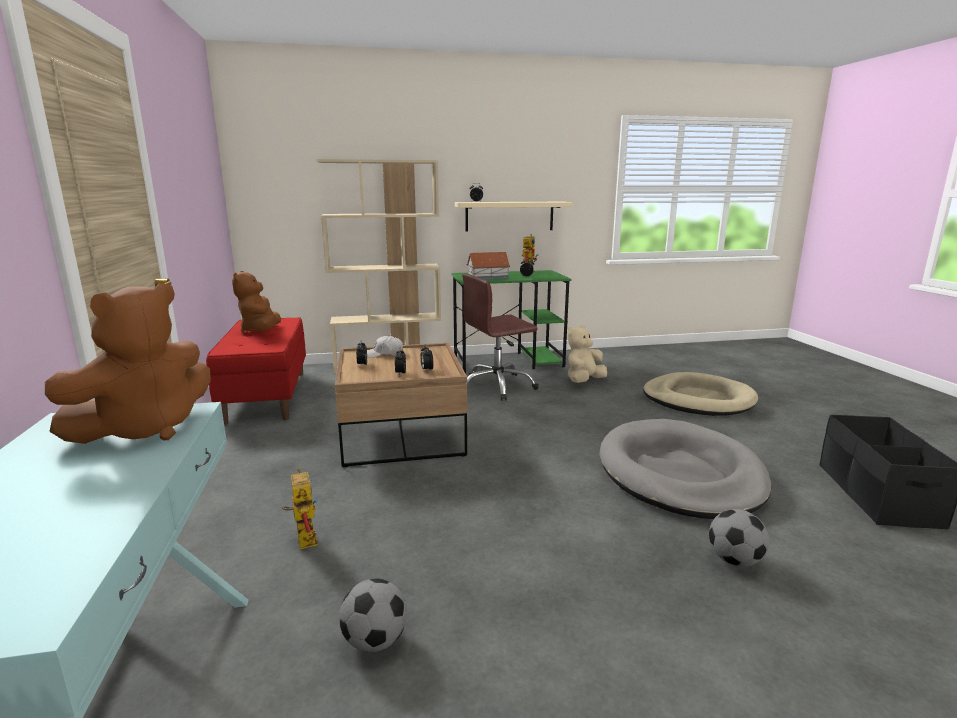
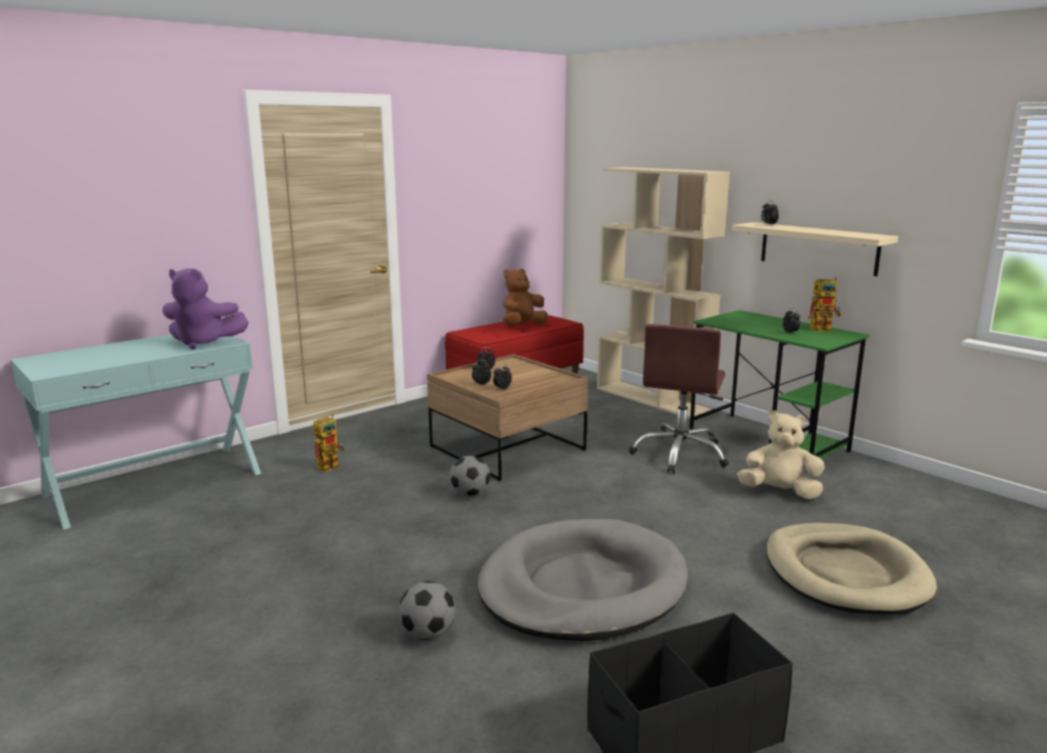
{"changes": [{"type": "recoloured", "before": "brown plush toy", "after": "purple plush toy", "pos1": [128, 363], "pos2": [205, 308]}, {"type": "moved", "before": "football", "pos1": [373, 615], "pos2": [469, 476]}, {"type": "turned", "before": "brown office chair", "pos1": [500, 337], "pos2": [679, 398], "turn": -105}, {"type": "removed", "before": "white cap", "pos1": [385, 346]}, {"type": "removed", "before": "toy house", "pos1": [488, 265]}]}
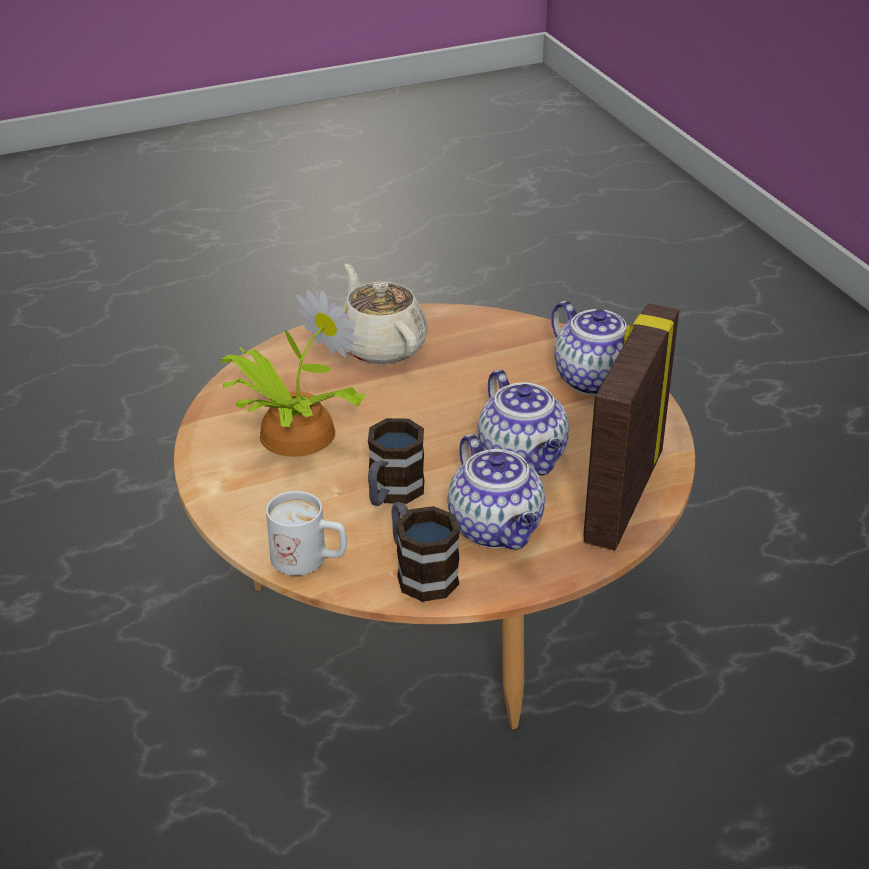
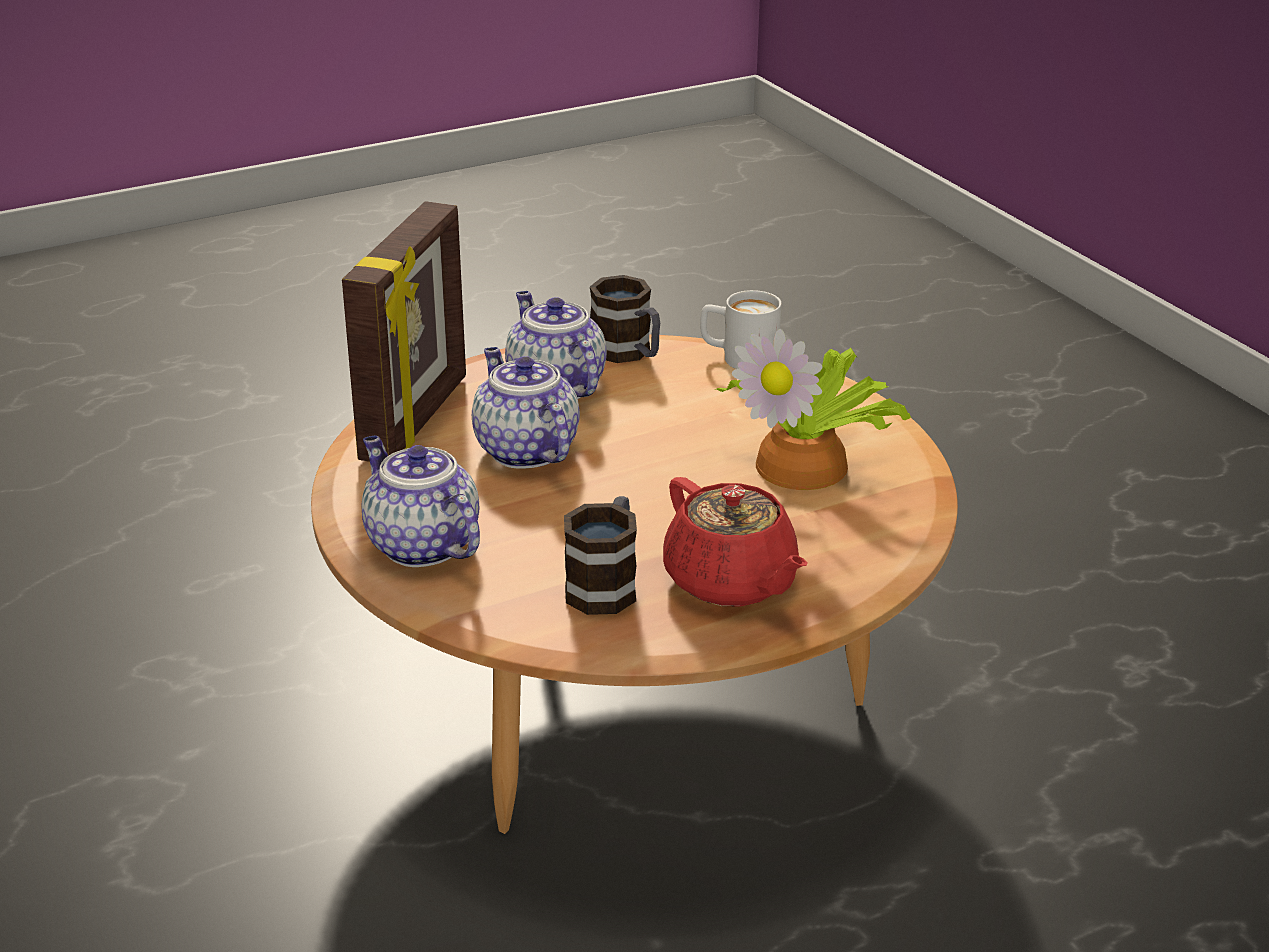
{"changes": [{"type": "moved", "before": "mug", "pos1": [396, 462], "pos2": [600, 555]}, {"type": "recoloured", "before": "beige teapot", "after": "red teapot", "pos1": [385, 314], "pos2": [735, 541]}]}
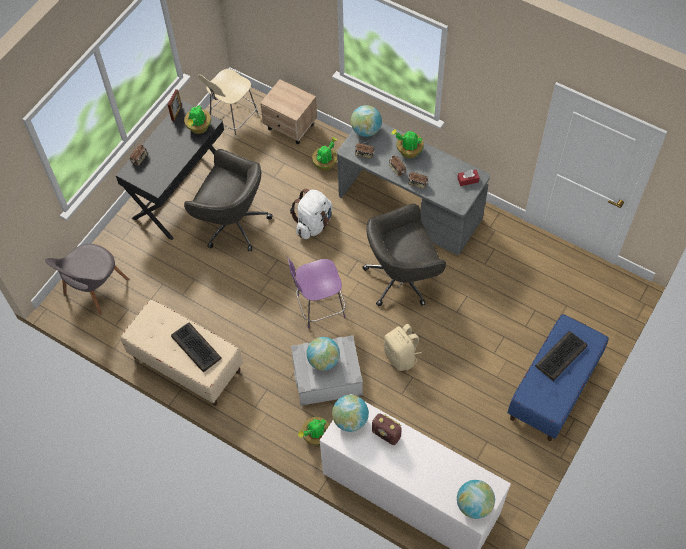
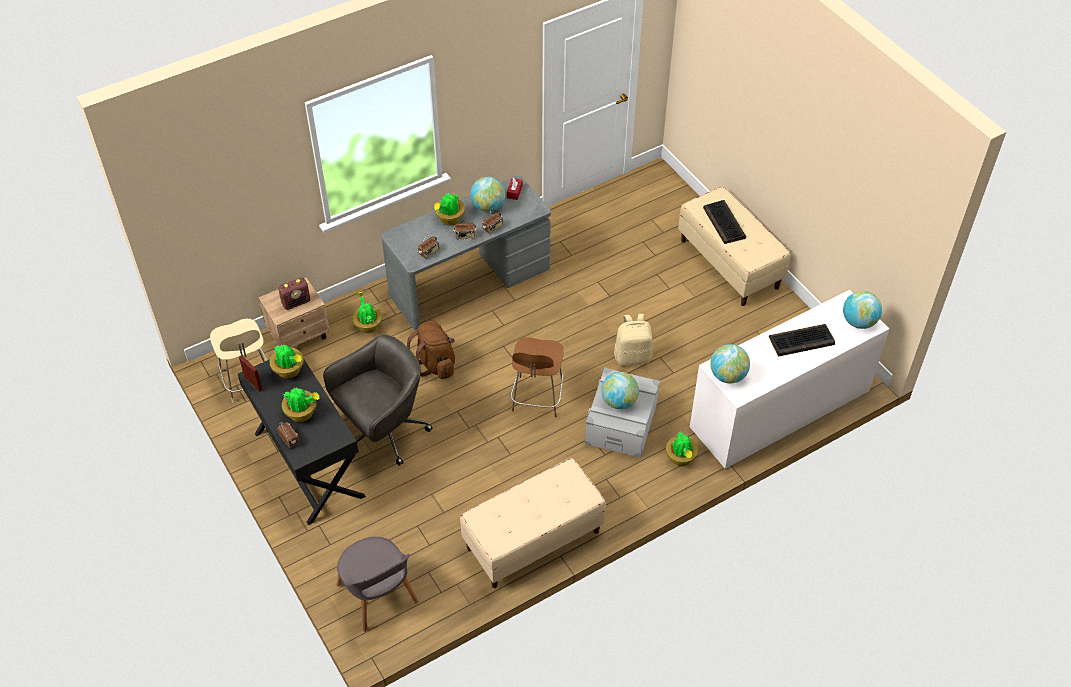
{"changes": [{"type": "moved", "before": "radio", "pos1": [387, 429], "pos2": [294, 294]}, {"type": "added", "after": "potted plant", "pos2": [301, 404]}, {"type": "recoloured", "before": "white backpack", "after": "brown backpack", "pos1": [311, 214], "pos2": [431, 350]}, {"type": "moved", "before": "globe", "pos1": [366, 121], "pos2": [487, 194]}, {"type": "recoloured", "before": "purple chair", "after": "brown chair", "pos1": [316, 293], "pos2": [537, 377]}, {"type": "recoloured", "before": "blue bench", "after": "beige bench", "pos1": [558, 377], "pos2": [734, 246]}, {"type": "moved", "before": "keyboard", "pos1": [196, 347], "pos2": [802, 340]}, {"type": "removed", "before": "grey office chair", "pos1": [404, 255]}]}
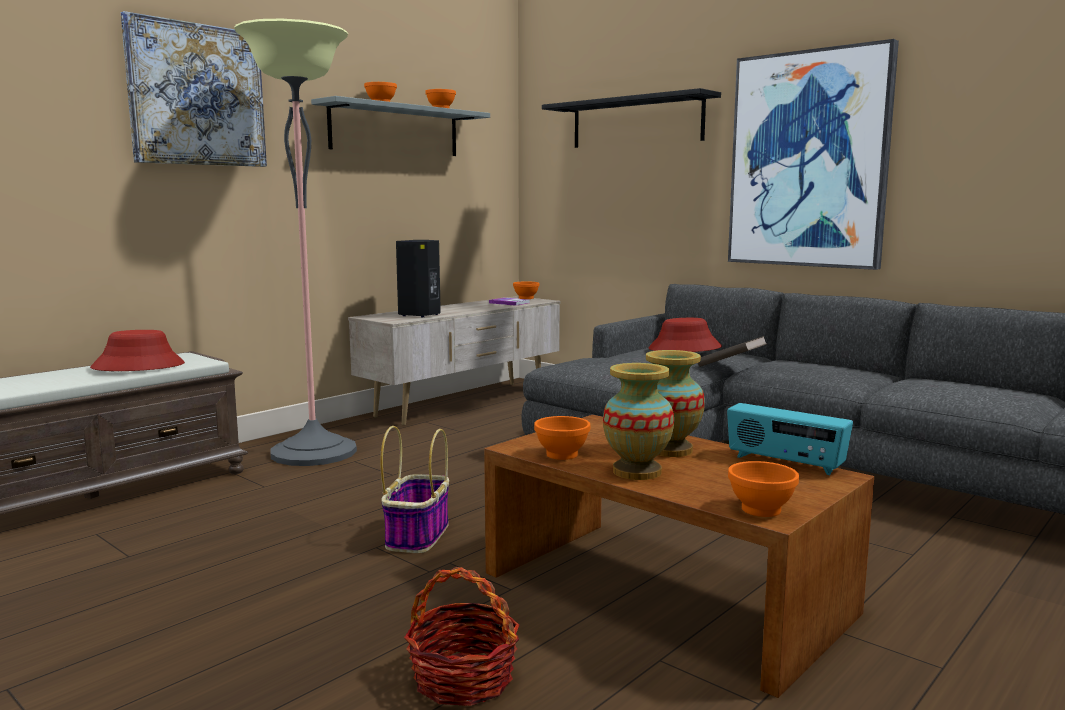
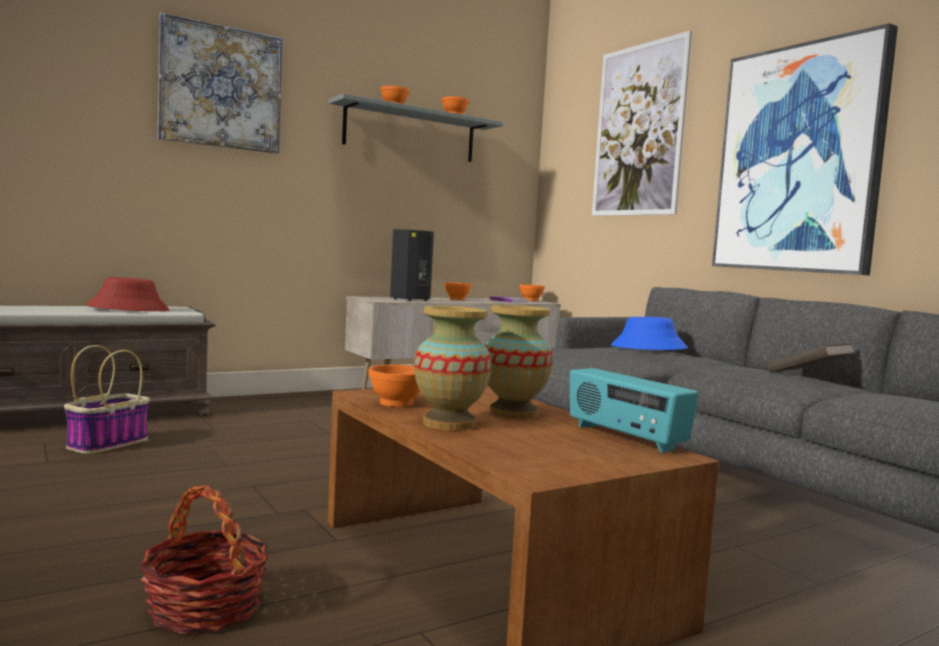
{"changes": [{"type": "moved", "before": "basket", "pos1": [414, 489], "pos2": [107, 399]}, {"type": "moved", "before": "orange bowl", "pos1": [763, 489], "pos2": [458, 291]}, {"type": "replaced", "before": "black shelf", "after": "picture", "pos1": [631, 118], "pos2": [642, 123]}, {"type": "recoloured", "before": "red hat", "after": "blue hat", "pos1": [685, 335], "pos2": [649, 333]}, {"type": "moved", "before": "brown book", "pos1": [732, 351], "pos2": [811, 357]}, {"type": "removed", "before": "floor lamp", "pos1": [295, 242]}]}
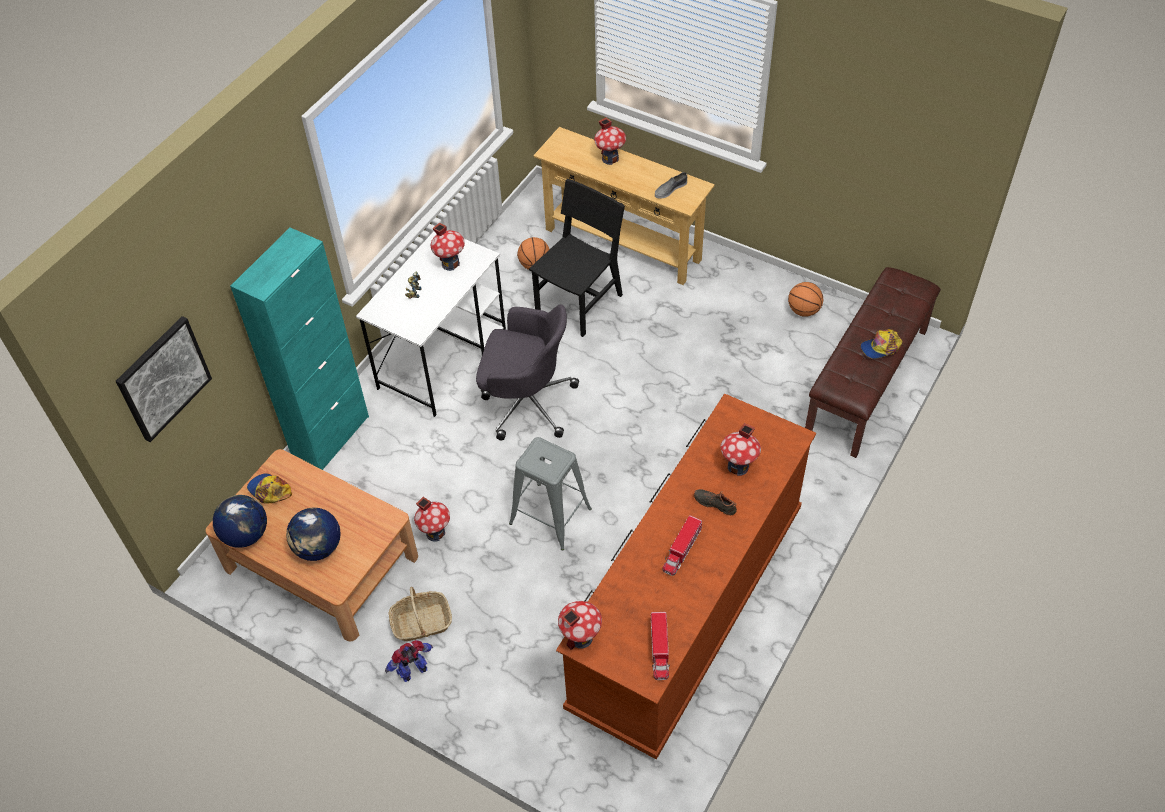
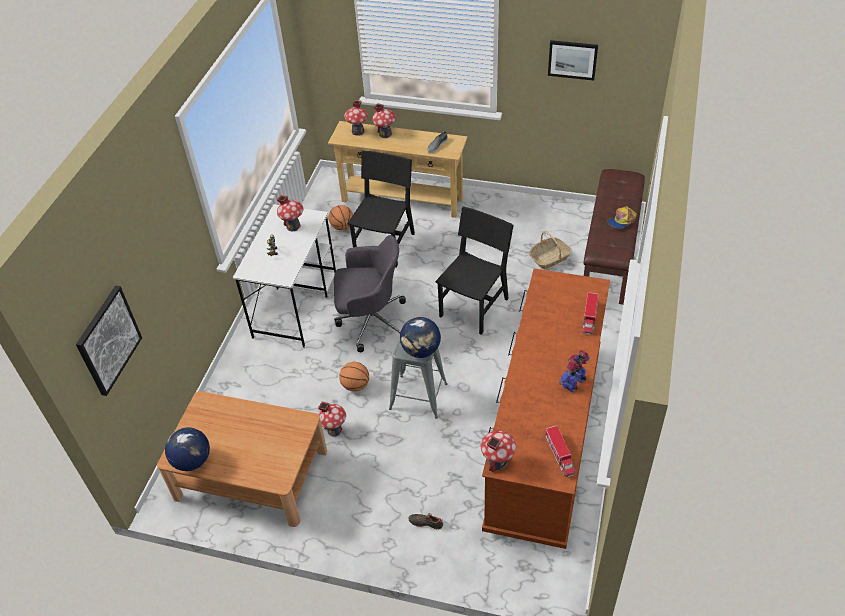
{"changes": [{"type": "moved", "before": "basketball", "pos1": [805, 299], "pos2": [354, 377]}, {"type": "moved", "before": "toy house", "pos1": [741, 449], "pos2": [356, 118]}, {"type": "moved", "before": "globe", "pos1": [313, 534], "pos2": [420, 337]}, {"type": "moved", "before": "black shoe", "pos1": [715, 502], "pos2": [425, 521]}, {"type": "added", "after": "black chair", "pos2": [475, 270]}, {"type": "moved", "before": "basket", "pos1": [420, 614], "pos2": [550, 250]}, {"type": "added", "after": "picture", "pos2": [573, 60]}, {"type": "moved", "before": "toy robot", "pos1": [409, 661], "pos2": [574, 371]}, {"type": "moved", "before": "toy truck", "pos1": [682, 545], "pos2": [590, 313]}, {"type": "removed", "before": "turquoise cabinet", "pos1": [299, 349]}, {"type": "removed", "before": "cap", "pos1": [269, 489]}]}
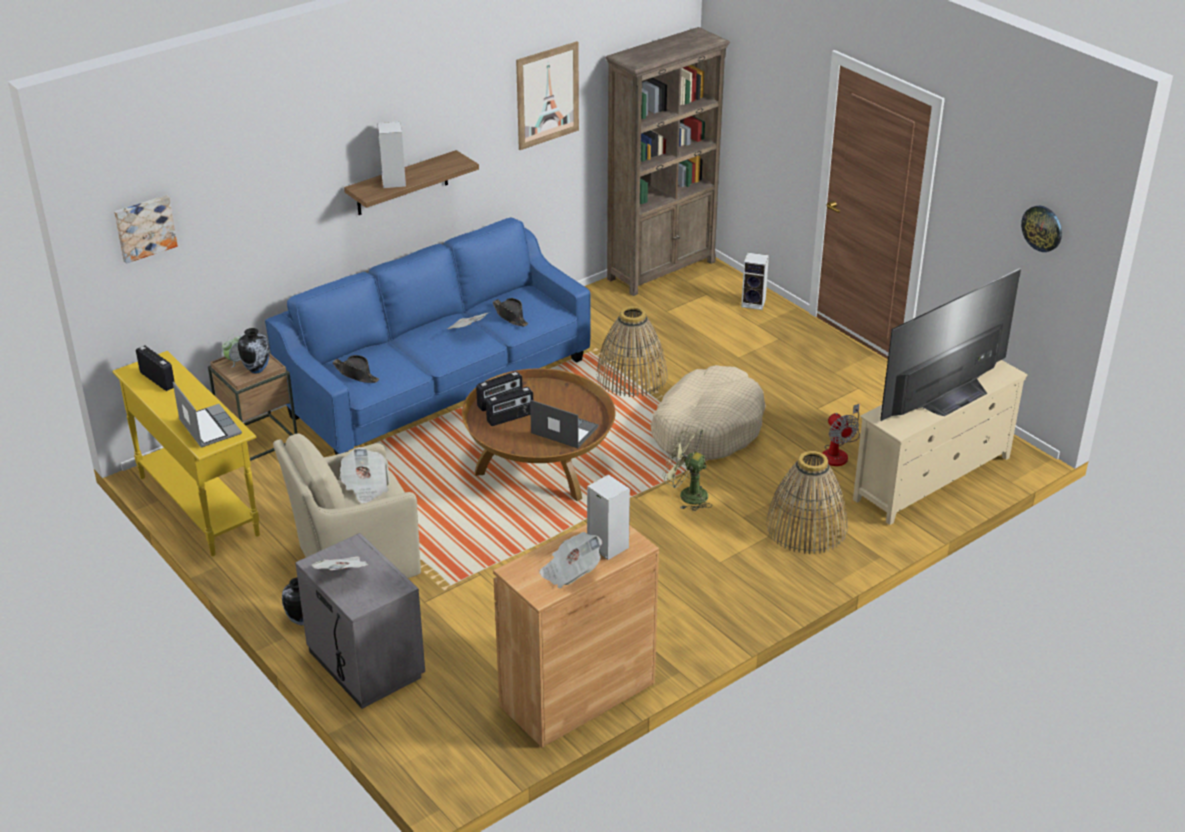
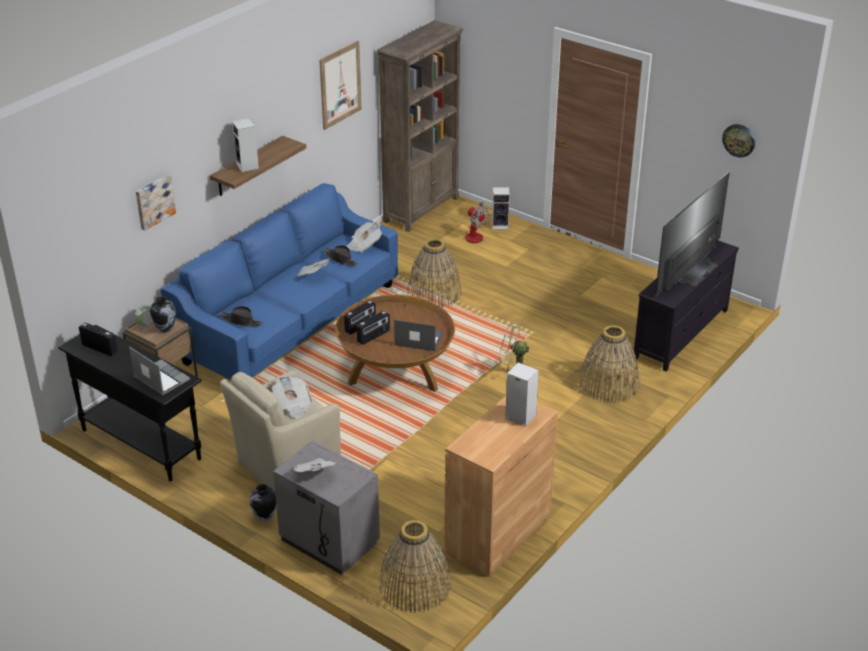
{"changes": [{"type": "recoloured", "before": "yellow console table", "after": "black console table", "pos1": [186, 453], "pos2": [130, 403]}, {"type": "moved", "before": "picture", "pos1": [146, 229], "pos2": [156, 203]}, {"type": "moved", "before": "newspaper", "pos1": [570, 560], "pos2": [364, 237]}, {"type": "added", "after": "basket", "pos2": [415, 566]}, {"type": "moved", "before": "fan", "pos1": [841, 435], "pos2": [476, 222]}, {"type": "recoloured", "before": "beige tv stand", "after": "black tv stand", "pos1": [940, 442], "pos2": [686, 306]}, {"type": "removed", "before": "beige dog bed", "pos1": [708, 412]}]}
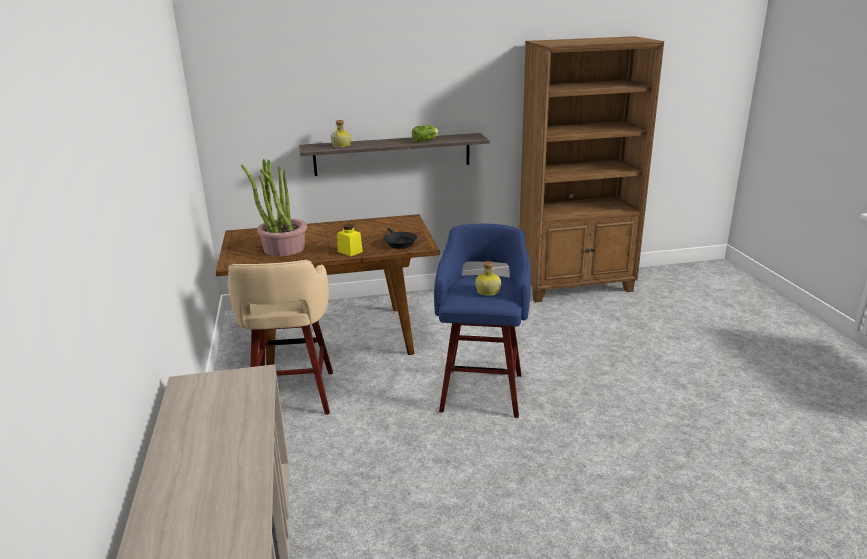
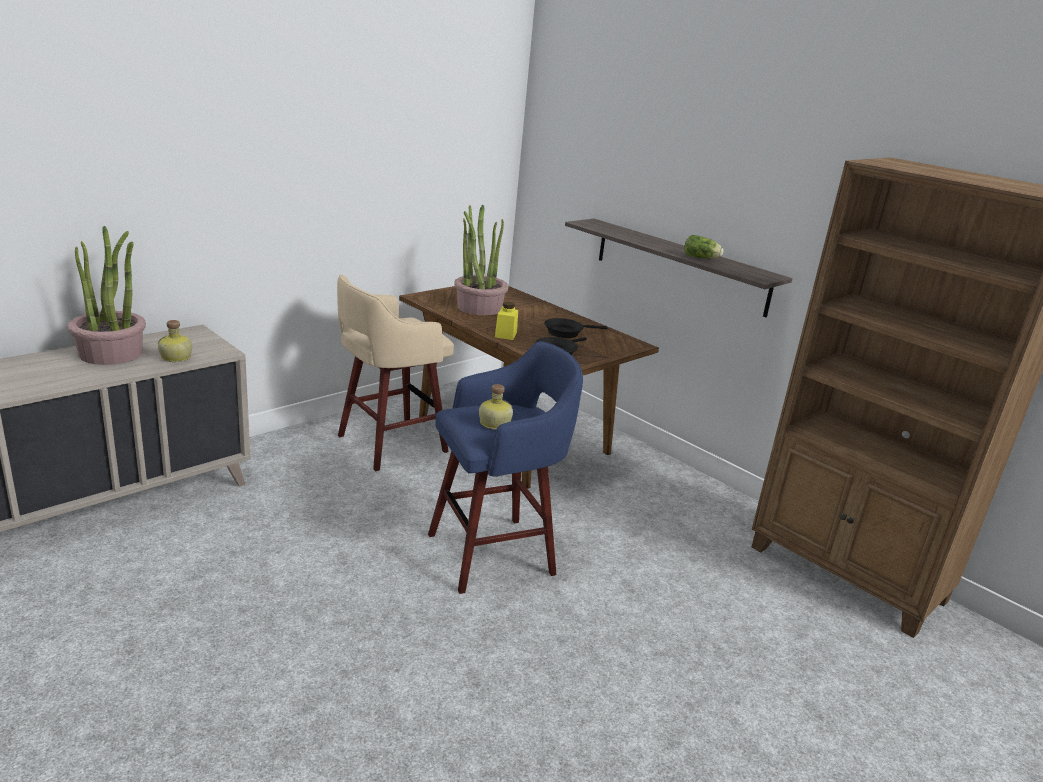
{"changes": [{"type": "added", "after": "potted plant", "pos2": [106, 295]}, {"type": "moved", "before": "bottle", "pos1": [341, 133], "pos2": [174, 341]}, {"type": "added", "after": "black frying pan", "pos2": [575, 328]}]}
